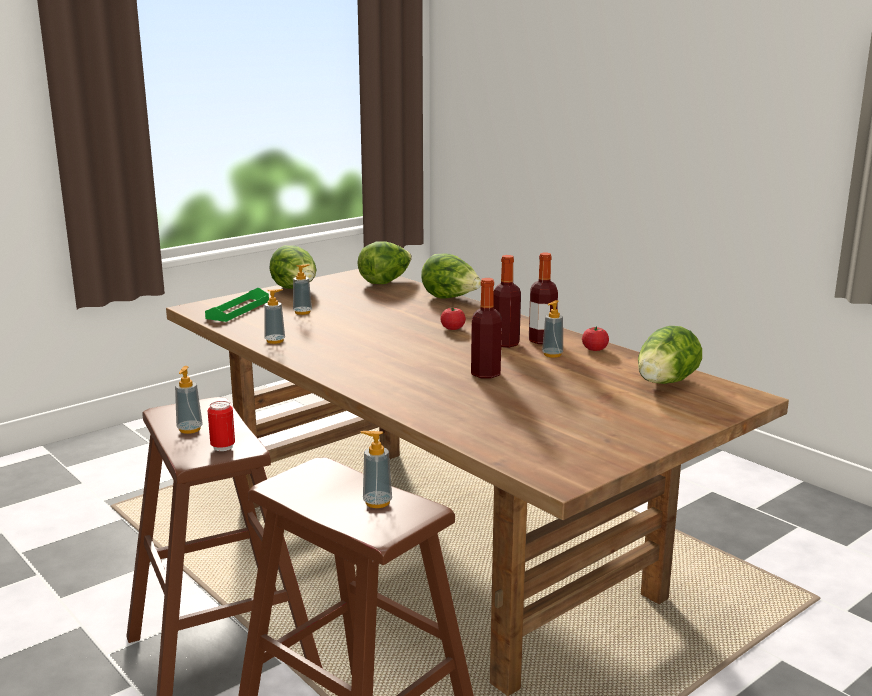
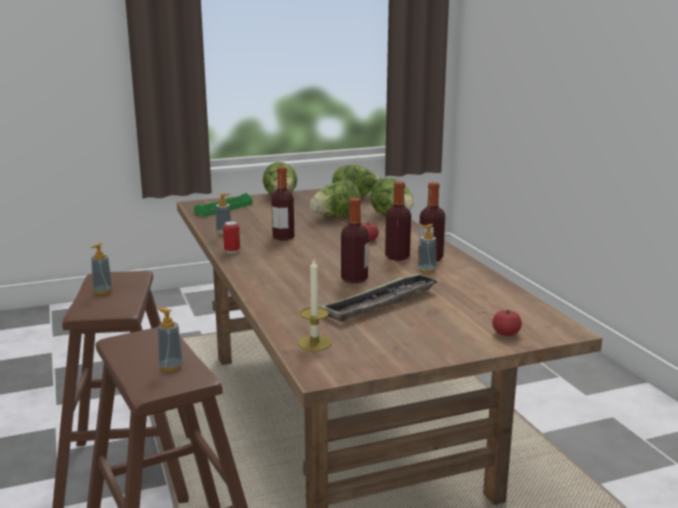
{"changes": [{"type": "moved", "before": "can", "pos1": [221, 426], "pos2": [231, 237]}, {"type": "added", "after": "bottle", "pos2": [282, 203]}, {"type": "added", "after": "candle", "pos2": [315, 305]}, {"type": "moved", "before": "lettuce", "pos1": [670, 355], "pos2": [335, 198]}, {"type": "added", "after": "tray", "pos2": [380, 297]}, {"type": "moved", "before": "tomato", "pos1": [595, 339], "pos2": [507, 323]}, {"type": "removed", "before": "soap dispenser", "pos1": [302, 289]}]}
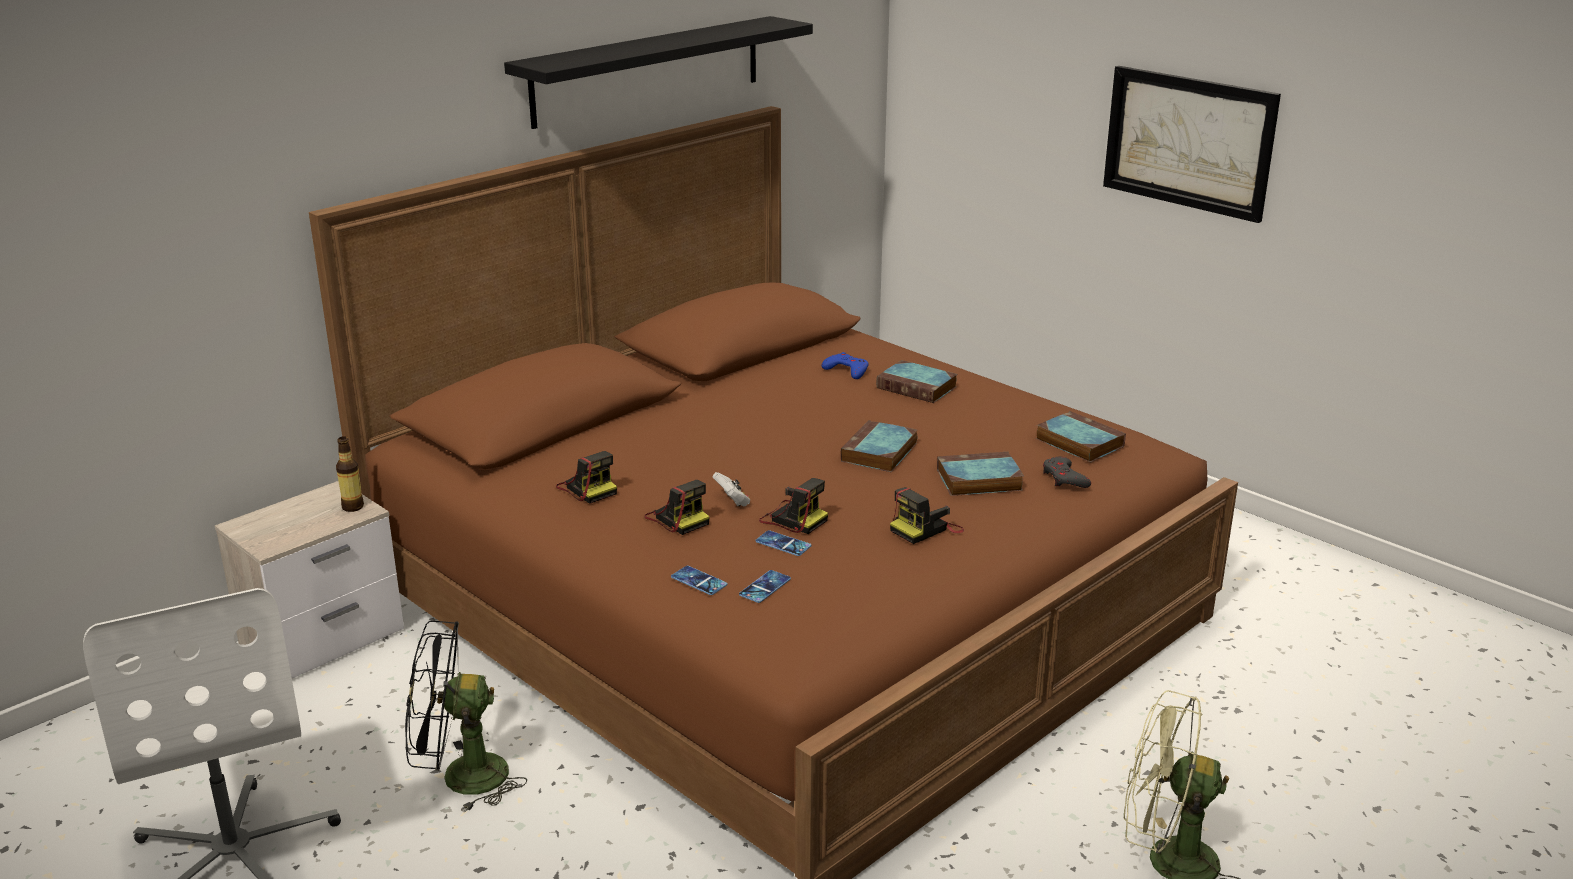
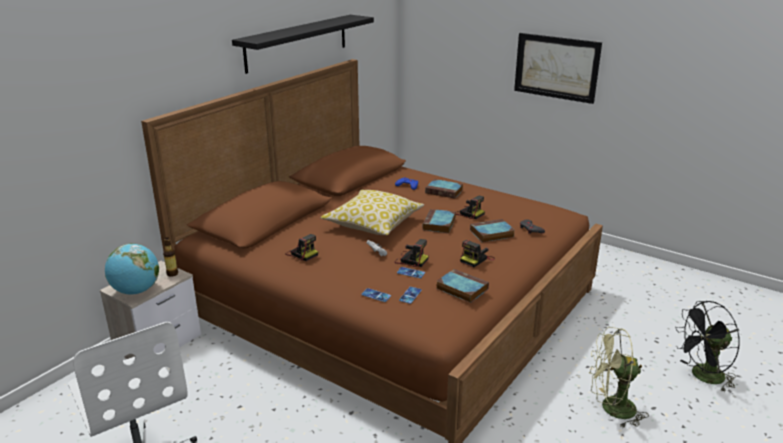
{"changes": [{"type": "added", "after": "globe", "pos2": [132, 269]}, {"type": "added", "after": "pillow", "pos2": [372, 212]}, {"type": "moved", "before": "book", "pos1": [1081, 436], "pos2": [462, 286]}, {"type": "moved", "before": "photo camera", "pos1": [677, 507], "pos2": [470, 207]}, {"type": "moved", "before": "black fan", "pos1": [466, 716], "pos2": [707, 346]}]}
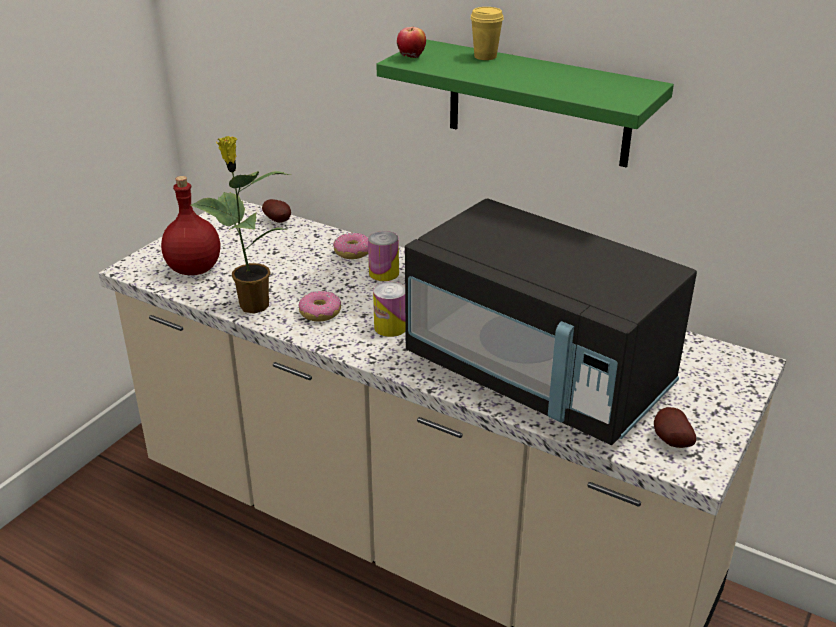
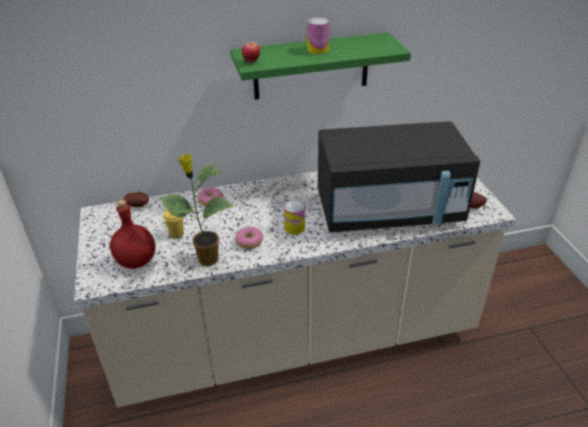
{"changes": [{"type": "moved", "before": "yellow cup", "pos1": [487, 33], "pos2": [173, 224]}, {"type": "moved", "before": "can", "pos1": [383, 256], "pos2": [318, 35]}]}
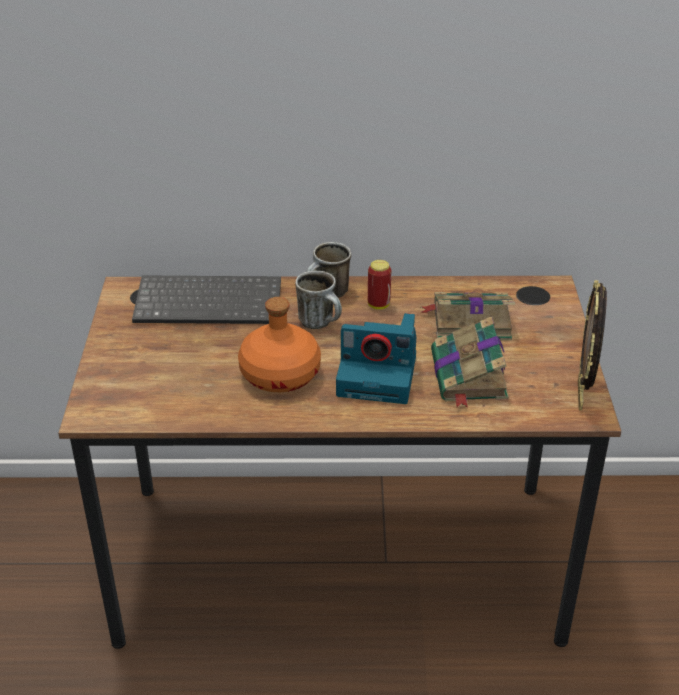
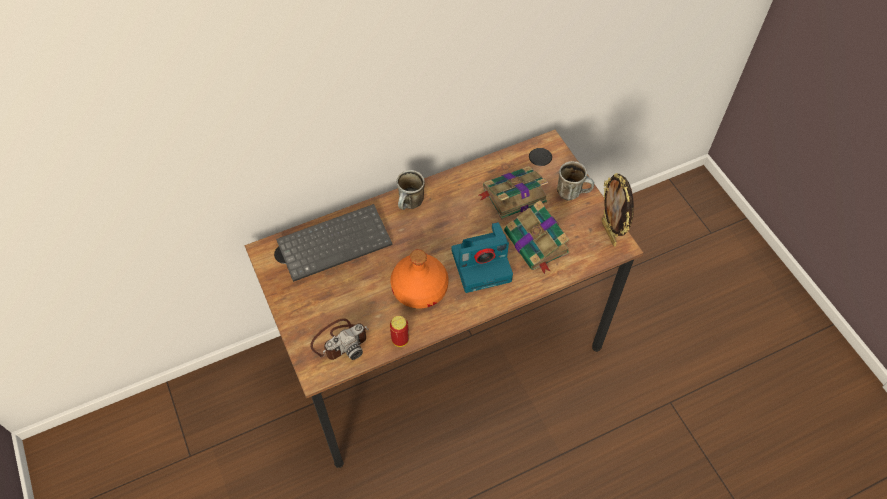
{"changes": [{"type": "added", "after": "photo camera", "pos2": [339, 339]}, {"type": "moved", "before": "can", "pos1": [379, 285], "pos2": [399, 331]}, {"type": "moved", "before": "mug", "pos1": [318, 300], "pos2": [575, 180]}]}
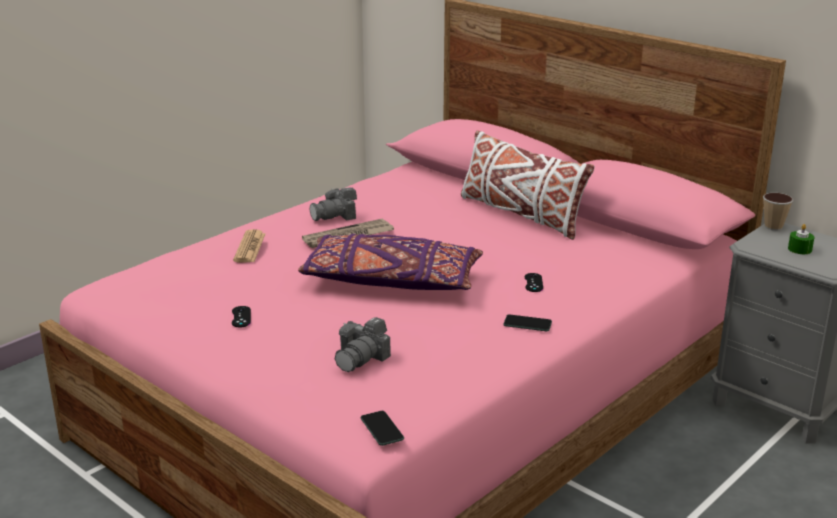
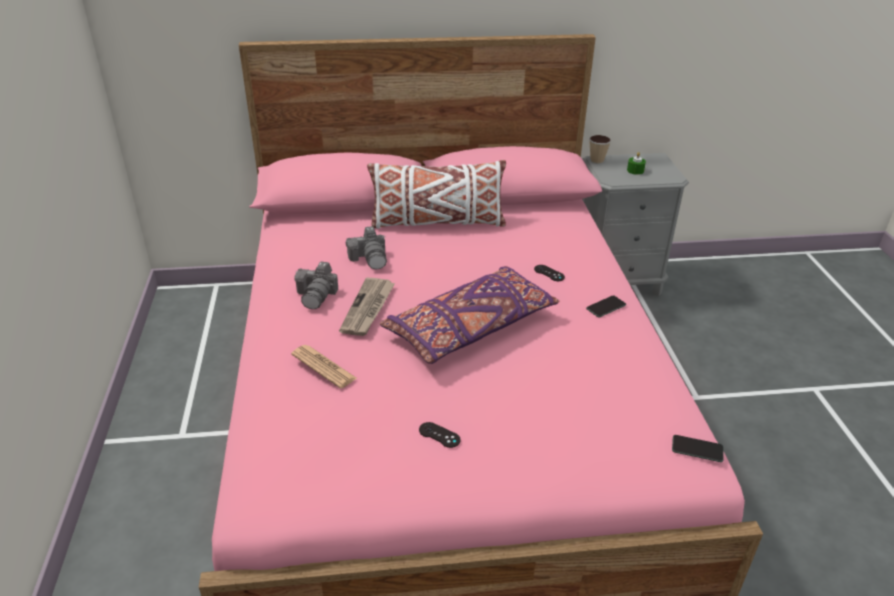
{"changes": [{"type": "moved", "before": "photo camera", "pos1": [363, 344], "pos2": [366, 248]}]}
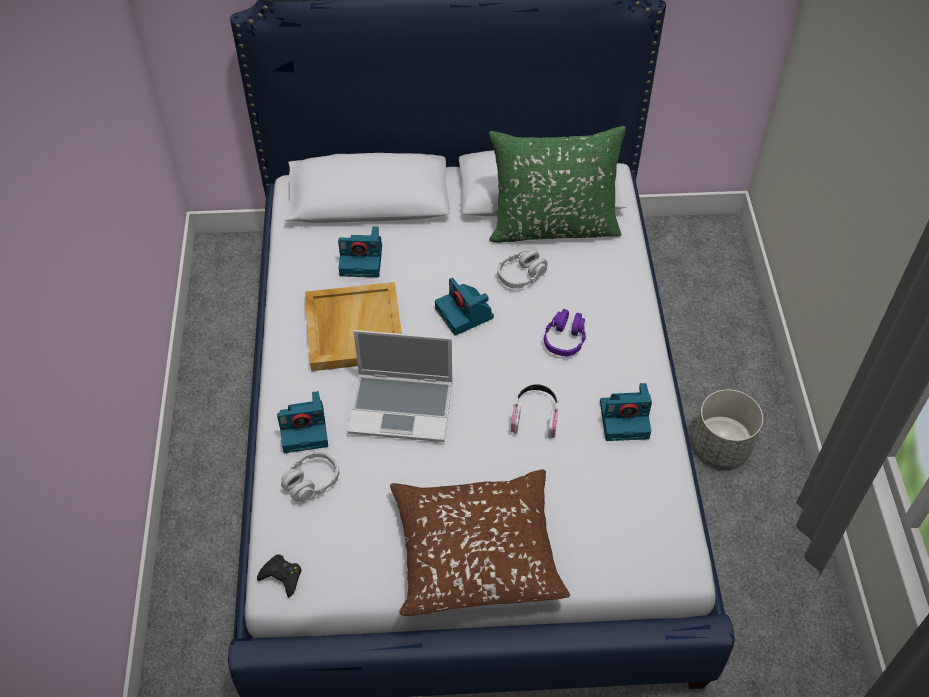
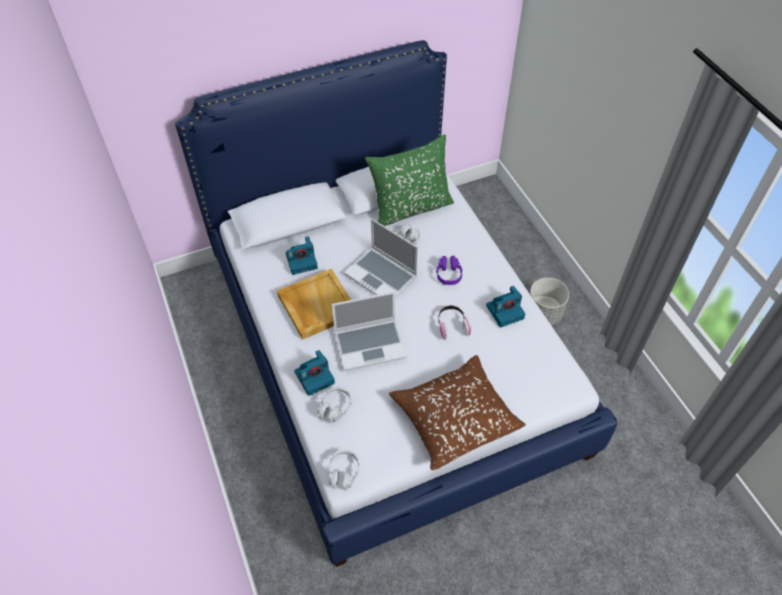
{"changes": [{"type": "replaced", "before": "black game controller", "after": "grey headphones", "pos1": [279, 575], "pos2": [343, 470]}, {"type": "replaced", "before": "photo camera", "after": "laptop", "pos1": [464, 307], "pos2": [381, 258]}]}
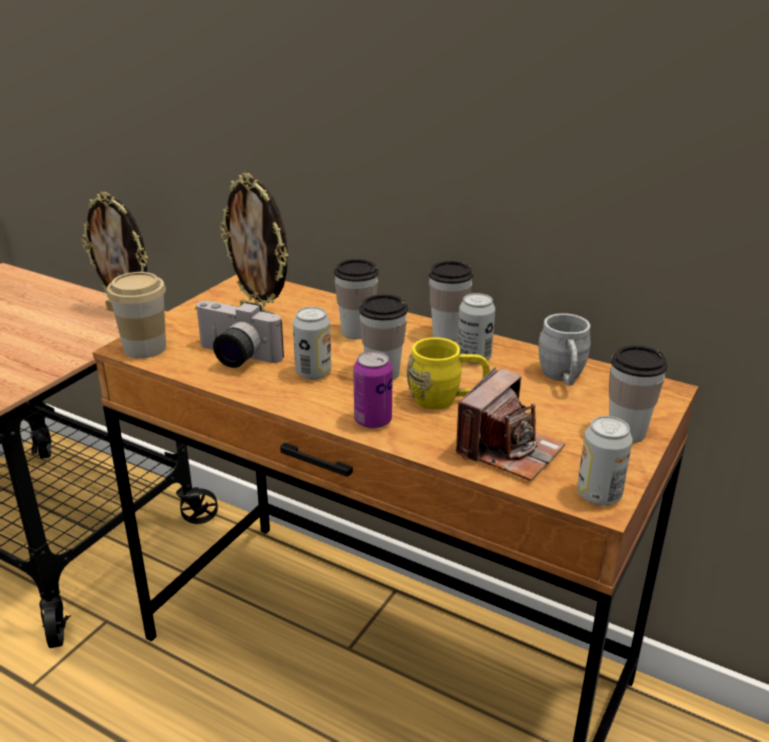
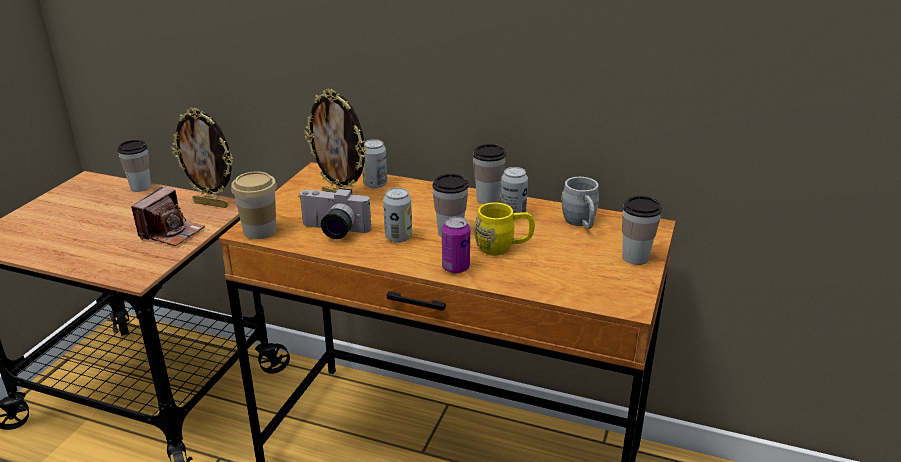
{"changes": [{"type": "moved", "before": "cup", "pos1": [356, 299], "pos2": [134, 166]}, {"type": "moved", "before": "photo camera", "pos1": [510, 424], "pos2": [168, 216]}, {"type": "moved", "before": "can", "pos1": [605, 461], "pos2": [374, 163]}]}
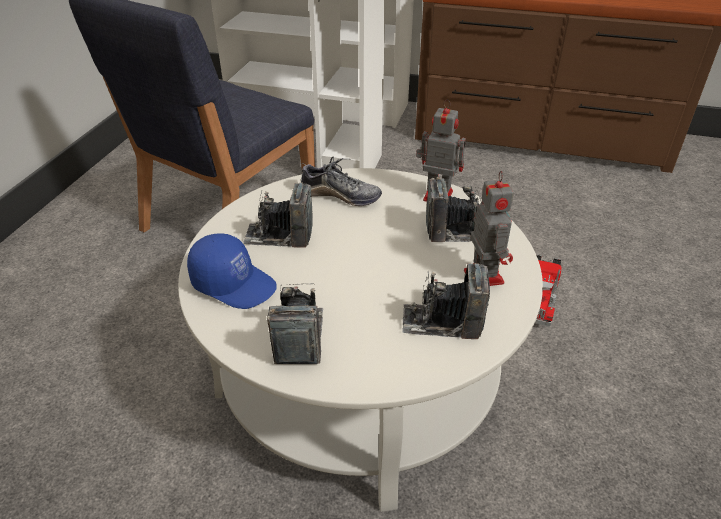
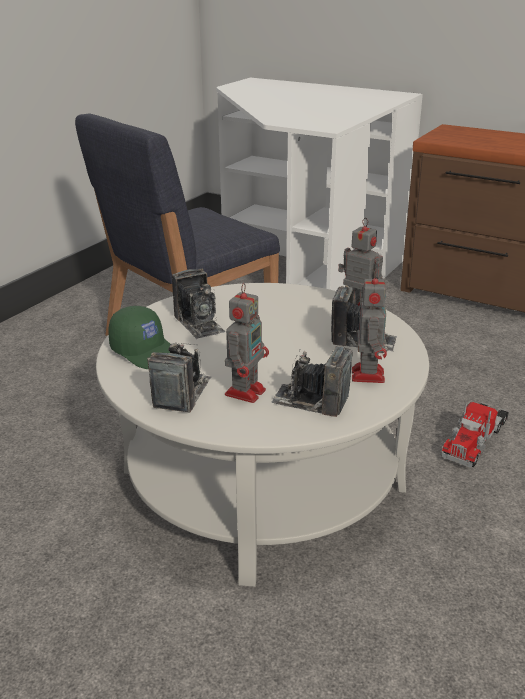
{"changes": [{"type": "recoloured", "before": "blue cap", "after": "green cap", "pos1": [232, 271], "pos2": [139, 337]}, {"type": "turned", "before": "photo camera", "pos1": [278, 215], "pos2": [198, 303], "turn": -135}, {"type": "added", "after": "toy robot", "pos2": [247, 343]}, {"type": "removed", "before": "shoe", "pos1": [341, 181]}]}
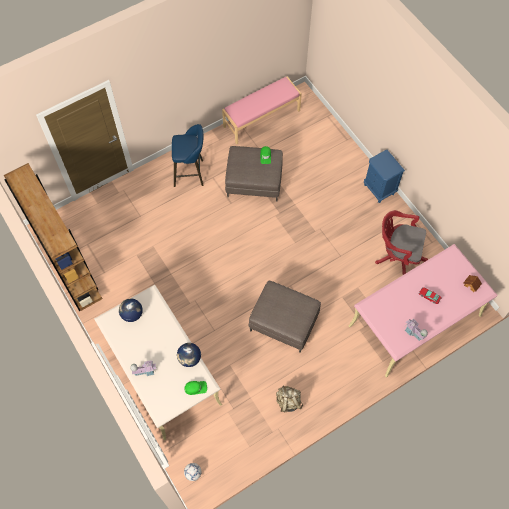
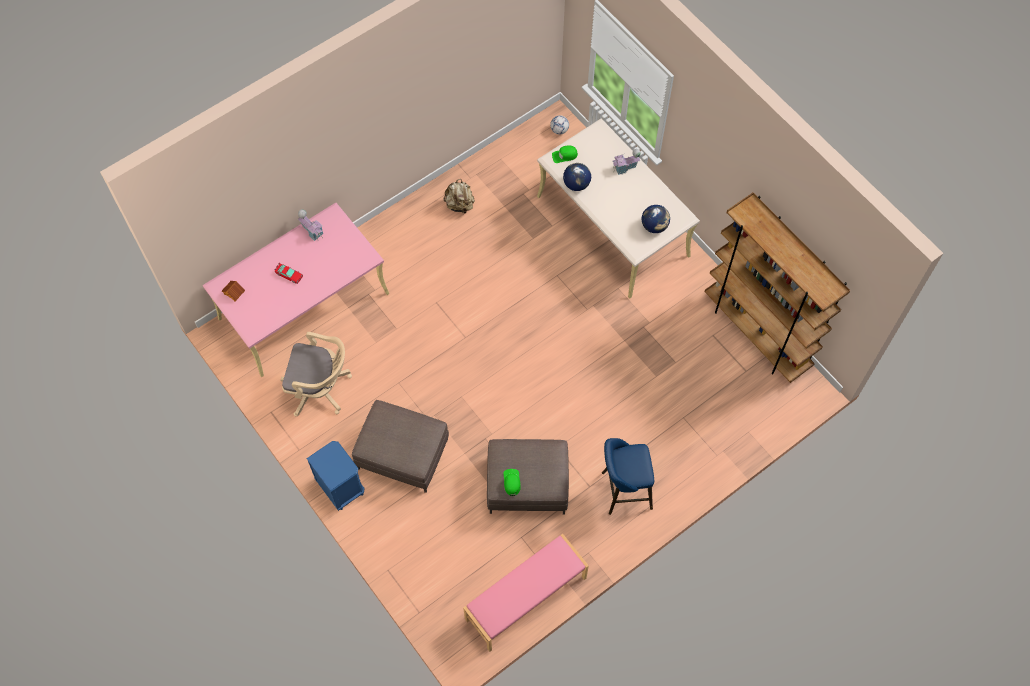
{"changes": [{"type": "recoloured", "before": "red office chair", "after": "beige office chair", "pos1": [401, 242], "pos2": [316, 374]}, {"type": "moved", "before": "brown ottoman", "pos1": [285, 317], "pos2": [400, 446]}]}
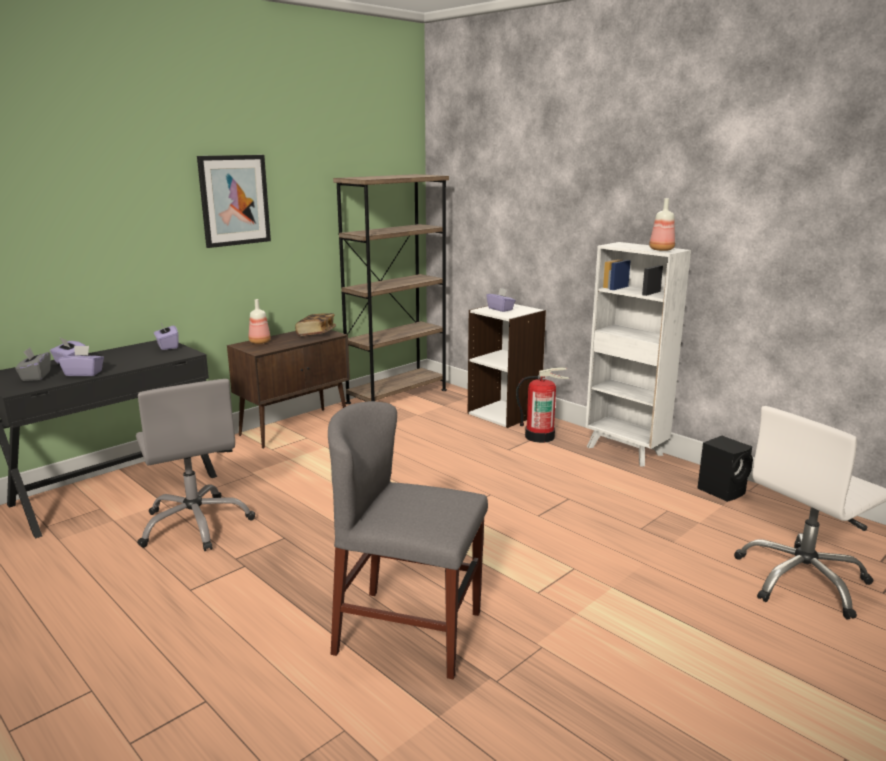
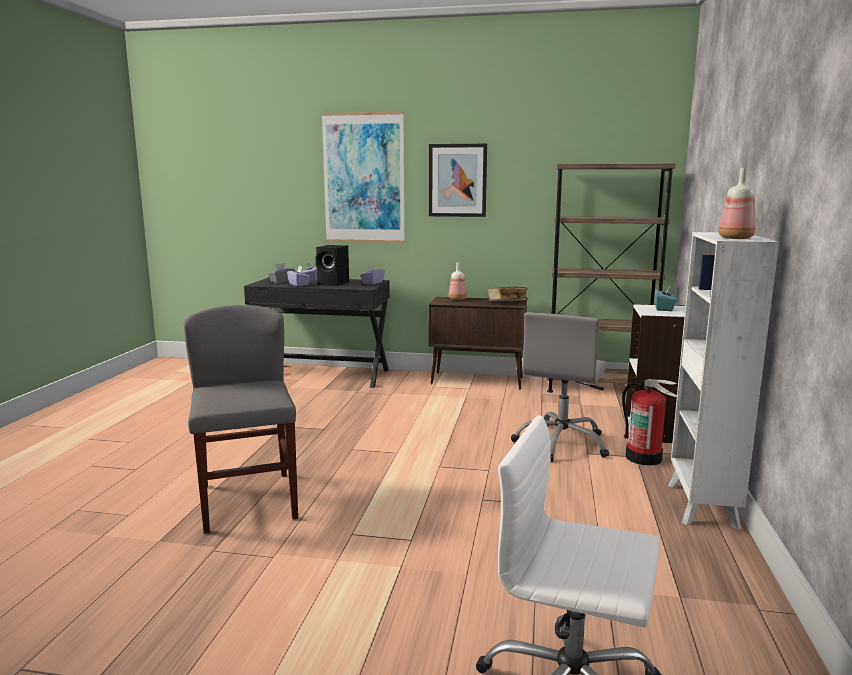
{"changes": [{"type": "moved", "before": "black speaker", "pos1": [725, 469], "pos2": [332, 265]}, {"type": "added", "after": "picture", "pos2": [363, 177]}, {"type": "moved", "before": "grey office chair", "pos1": [195, 465], "pos2": [560, 387]}, {"type": "recoloured", "before": "purple tissue box", "after": "turquoise tissue box", "pos1": [501, 300], "pos2": [666, 298]}]}
